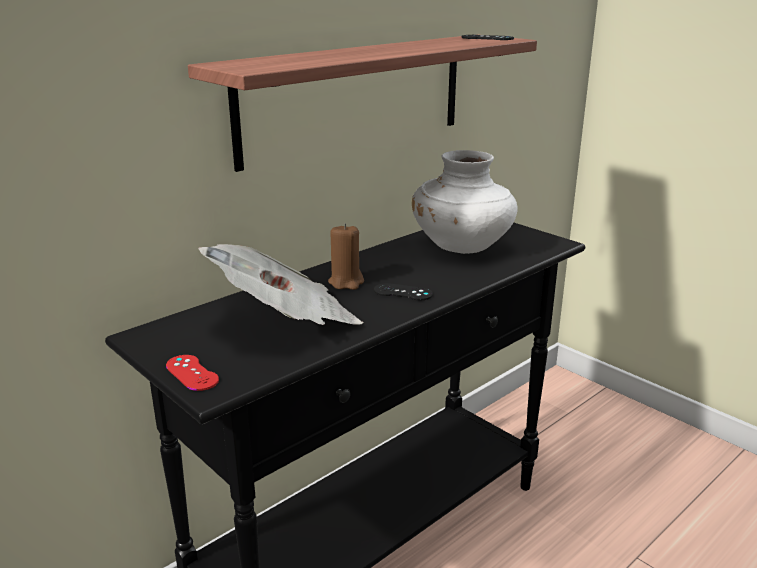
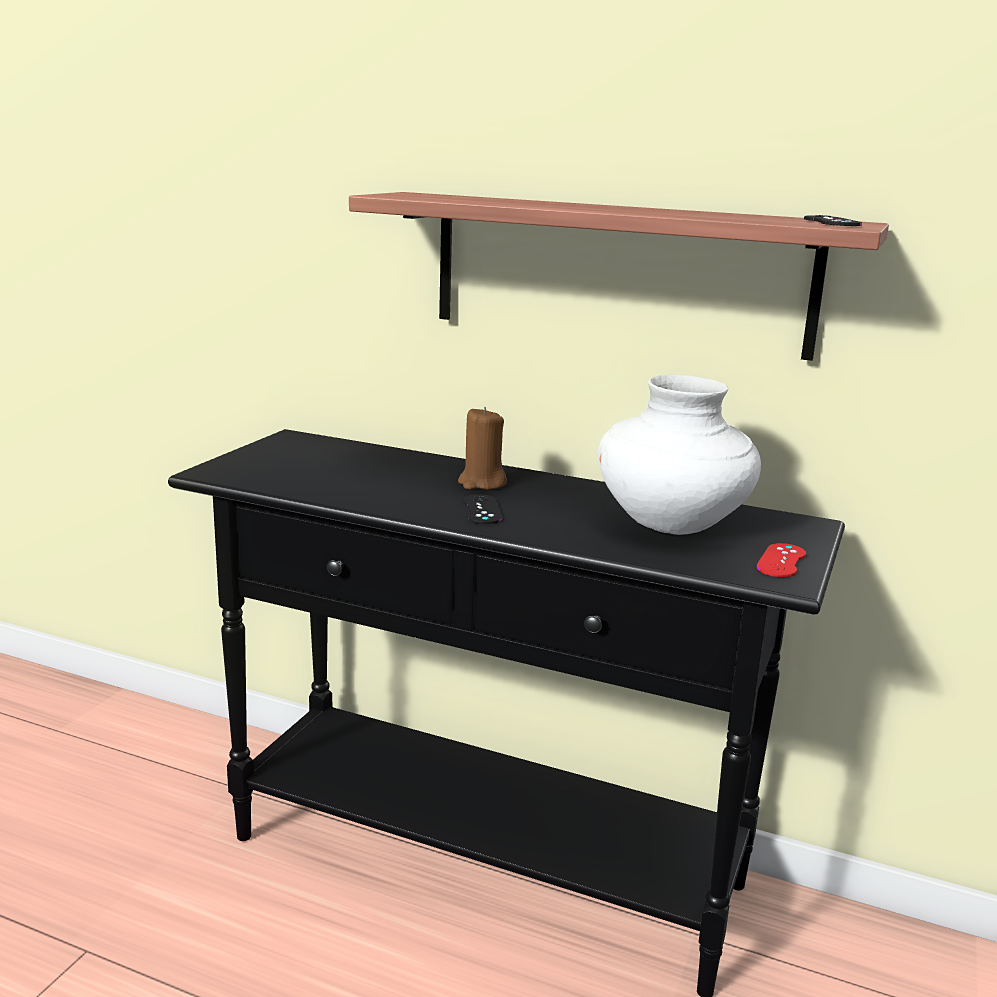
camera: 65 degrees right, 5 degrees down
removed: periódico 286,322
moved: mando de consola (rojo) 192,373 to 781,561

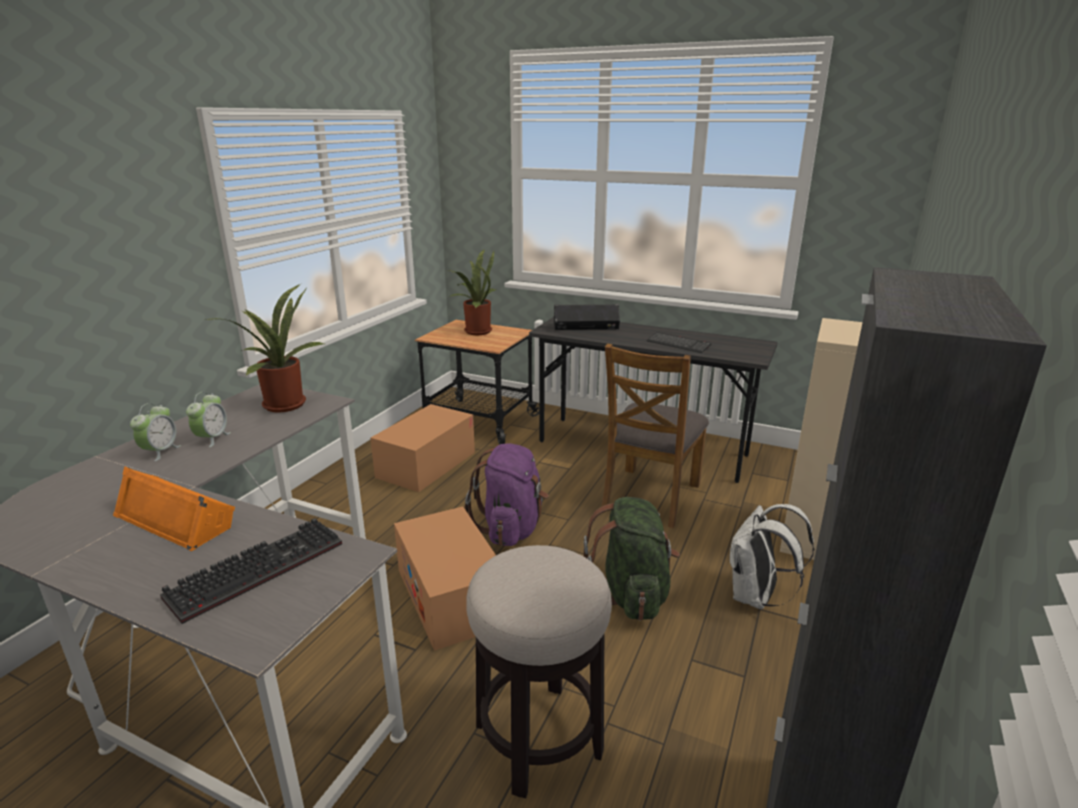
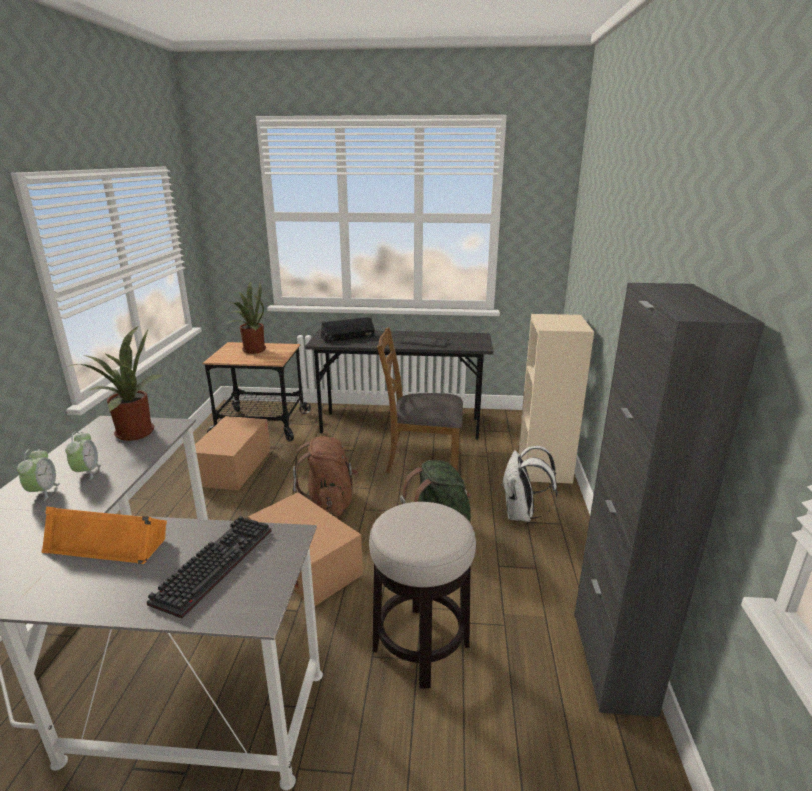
camera: 20 degrees left, 0 degrees up
recoloured: mochila (morado) 511,528 to mochila (marrón) 329,503
turned: silla (marrón) 650,496 = 422,460 90 degrees clockwise

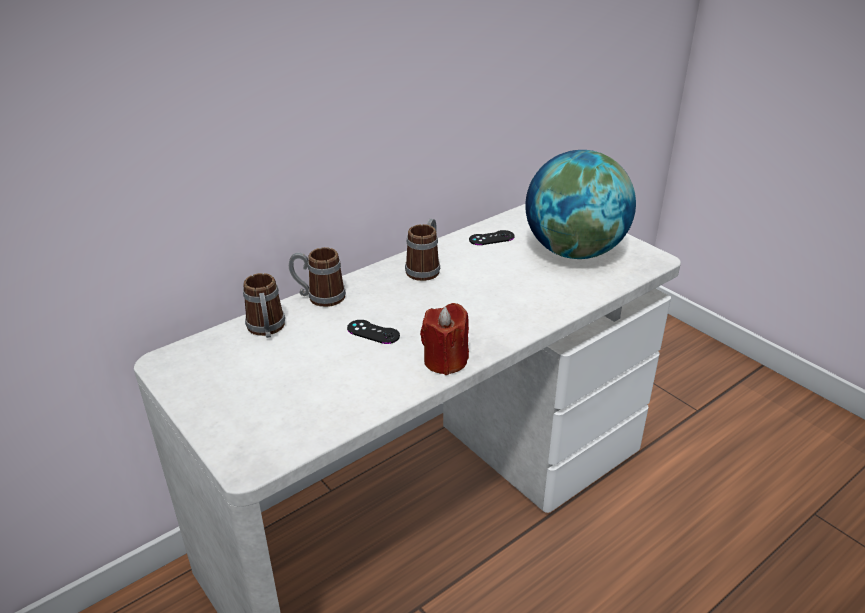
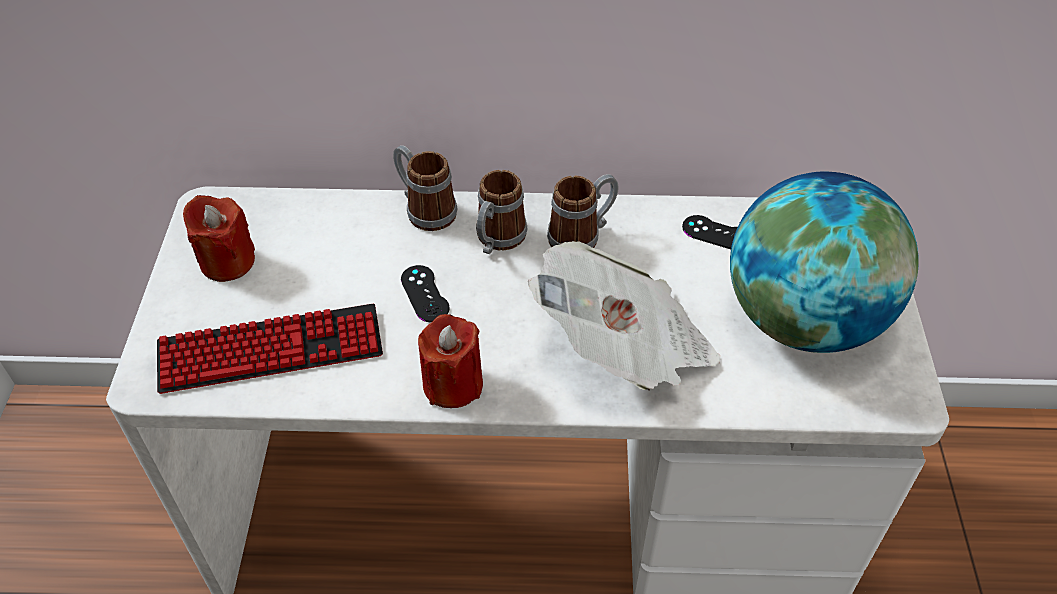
camera: 40 degrees right, 15 degrees up
added: teclado 271,350; vela (rojo) 227,261; periódico 624,348
moved: taza grande 267,329 to 497,240

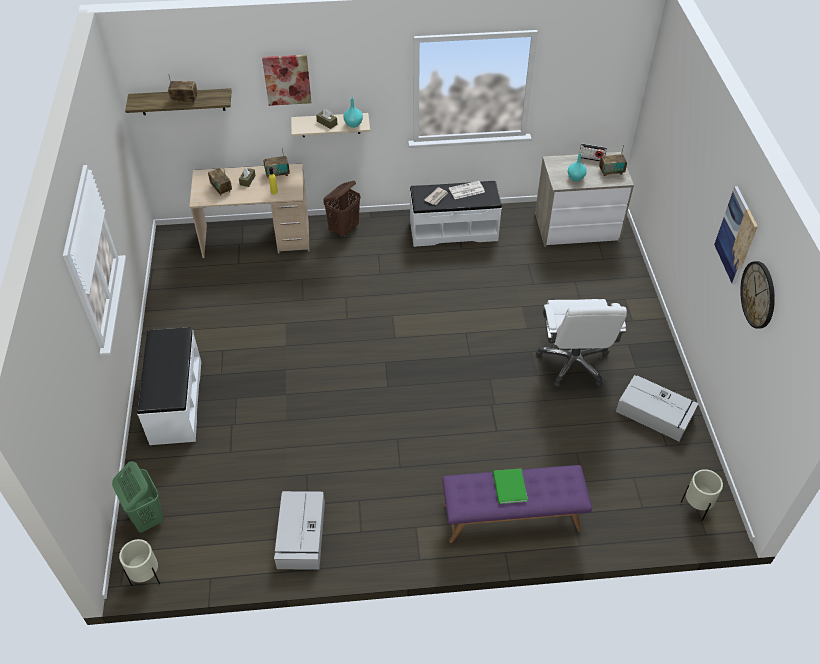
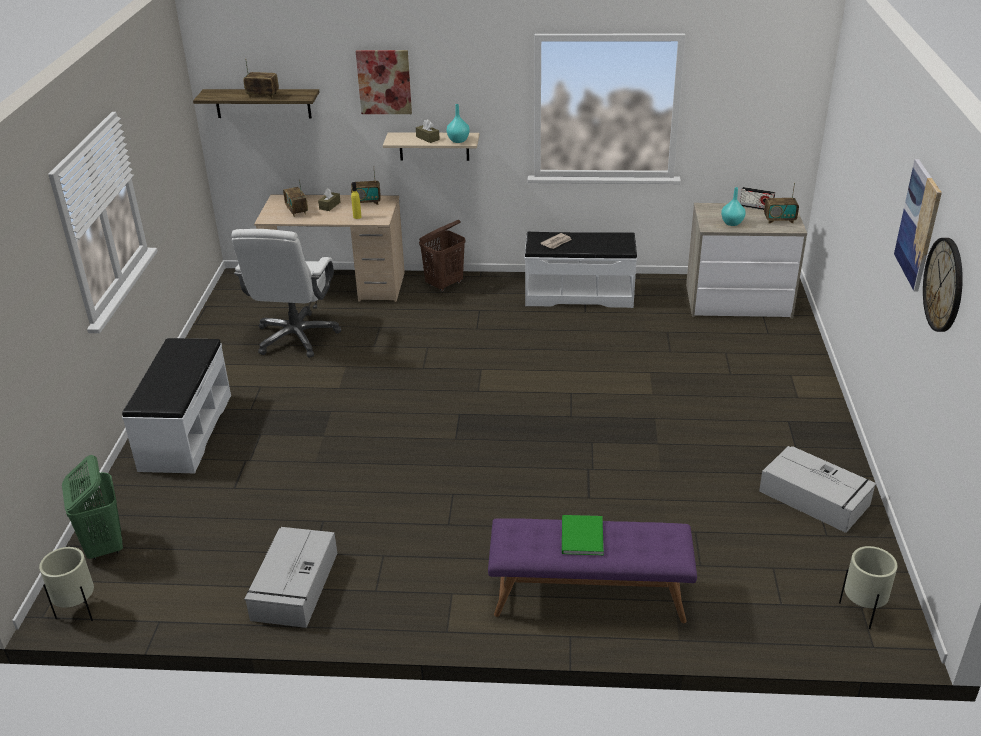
camera: 10 degrees right, 15 degrees down
removed: periódico 466,190
moved: silla de oficina (blanco) 573,362 to 296,337

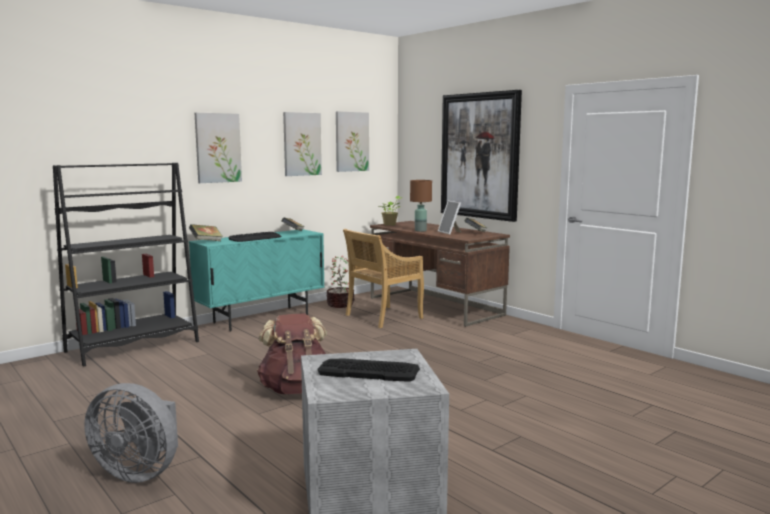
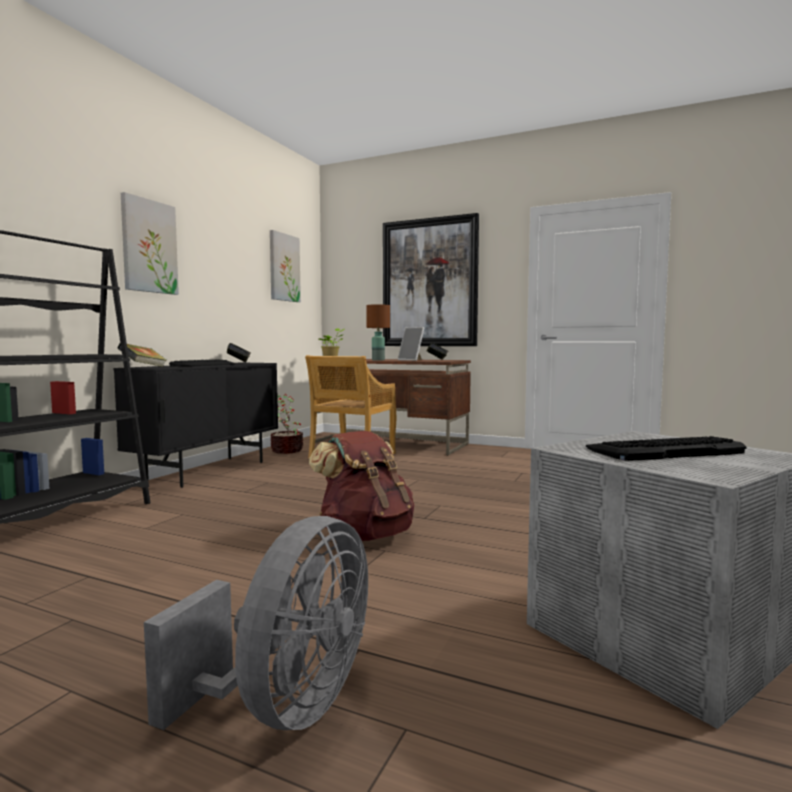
camera: 25 degrees left, 5 degrees down
removed: cuadro 302,144
recoloured: armario (turquesa) 262,319 to armario (negro) 208,471
turned: ventilador (gris) 140,472 = 287,706 60 degrees counterclockwise

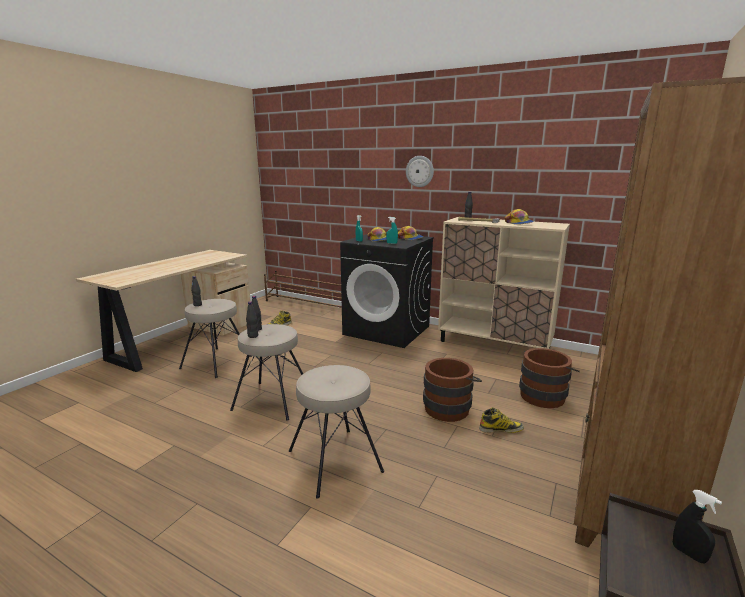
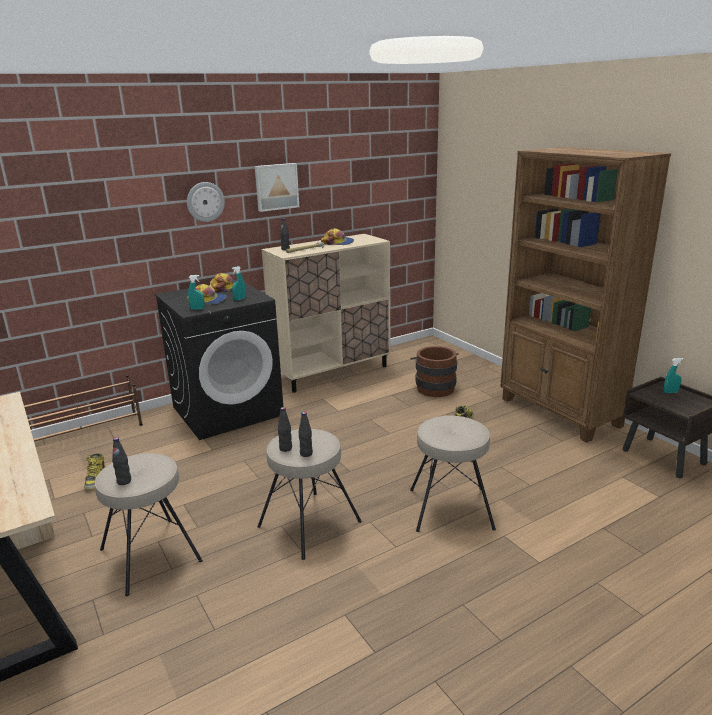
camera: 60 degrees left, 5 degrees up
removed: cubo (marrón) 449,407
added: cuadro 276,186
recoloured: pulverizador (negro) 688,554 to pulverizador (turquesa) 670,392

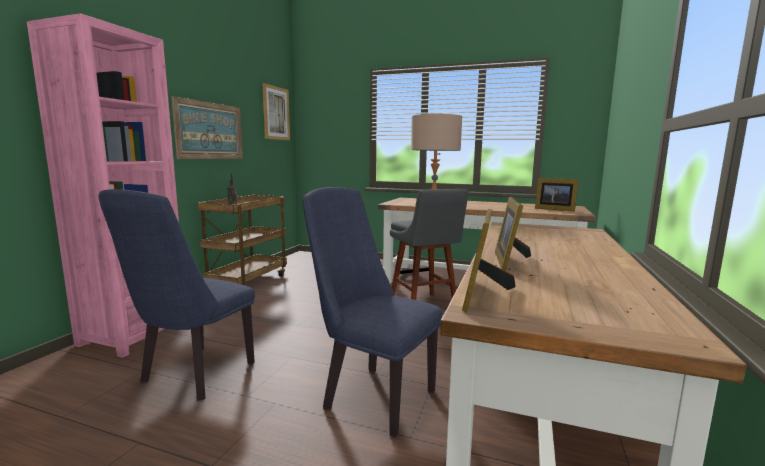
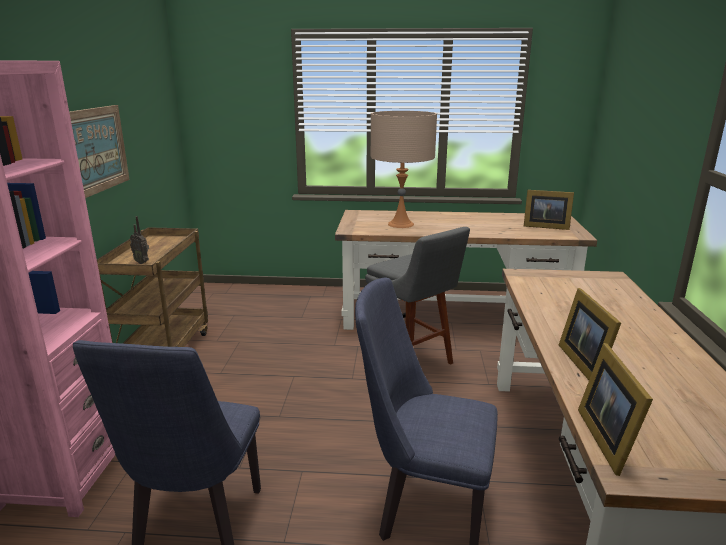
camera: 15 degrees left, 10 degrees up
removed: cuadro 276,113

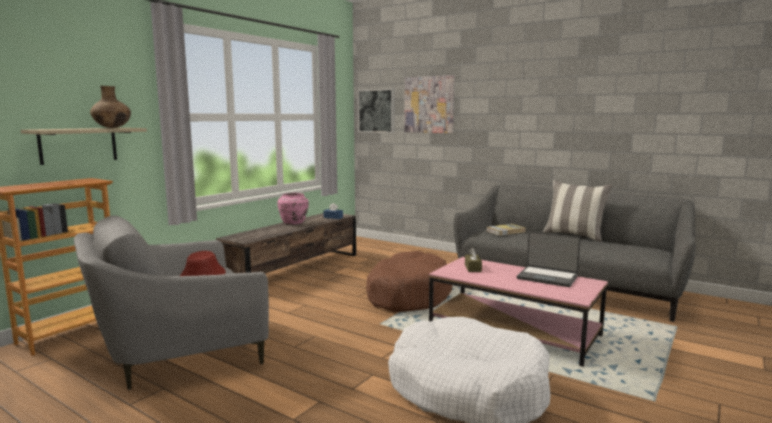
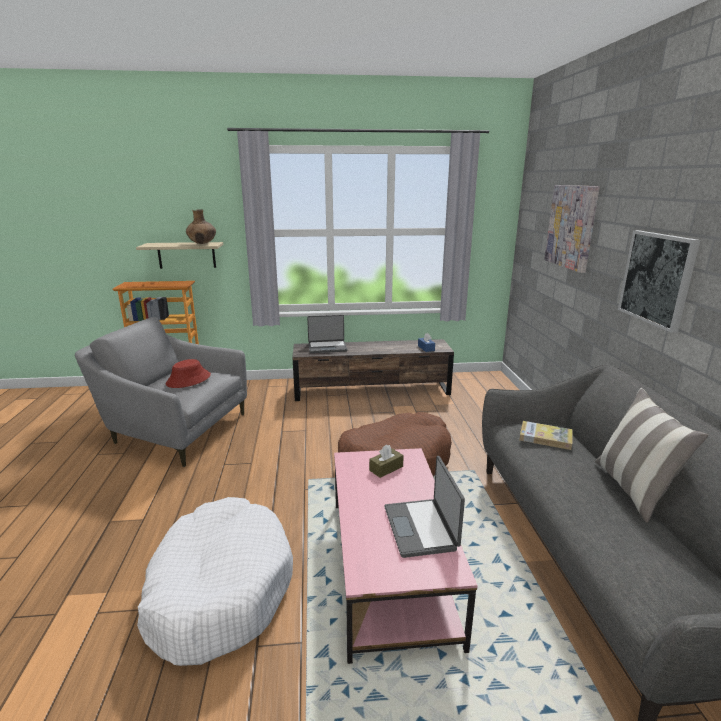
camera: 50 degrees right, 10 degrees up
removed: florero (rosa) 294,223
added: portátil 327,347
moved: cuadro 376,111 to 657,278

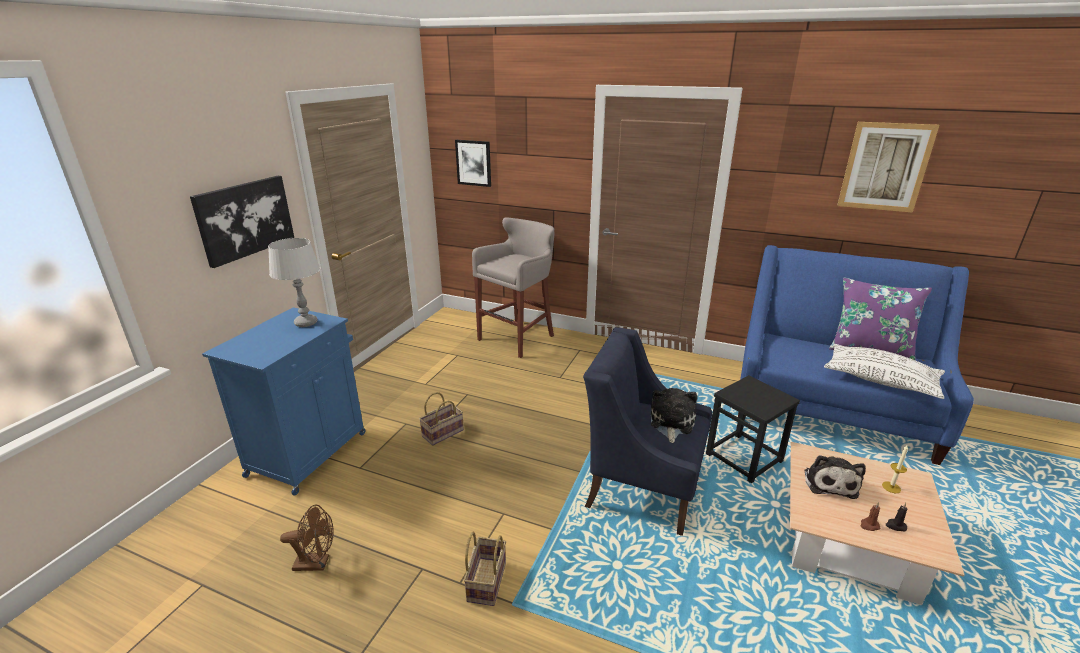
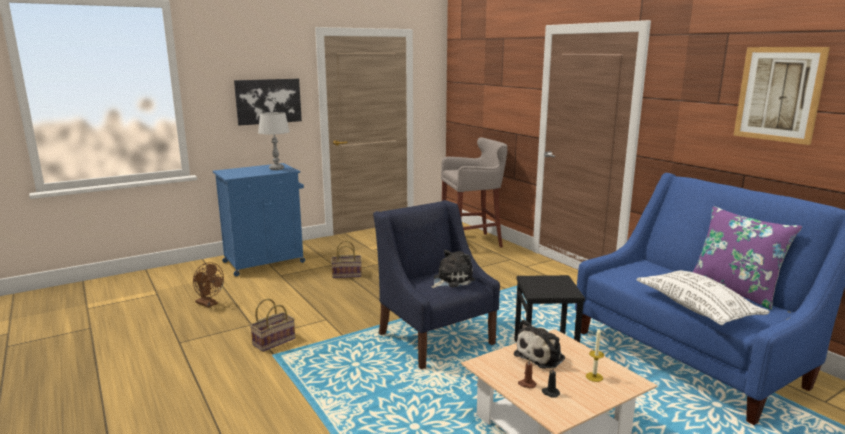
camera: 35 degrees right, 10 degrees down
removed: cuadro 474,163

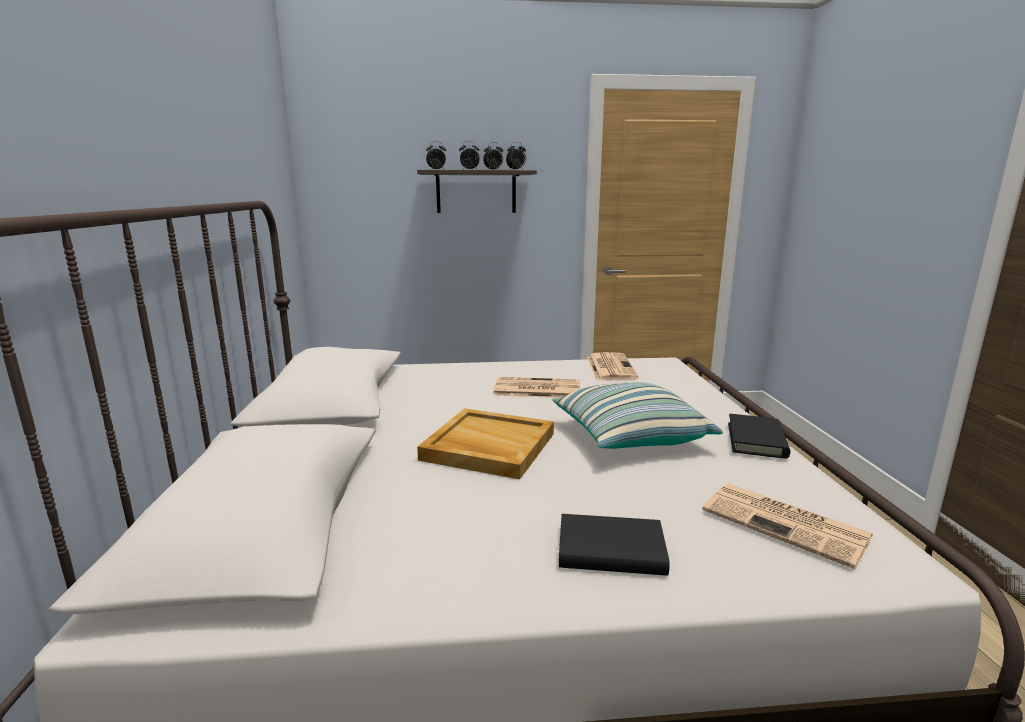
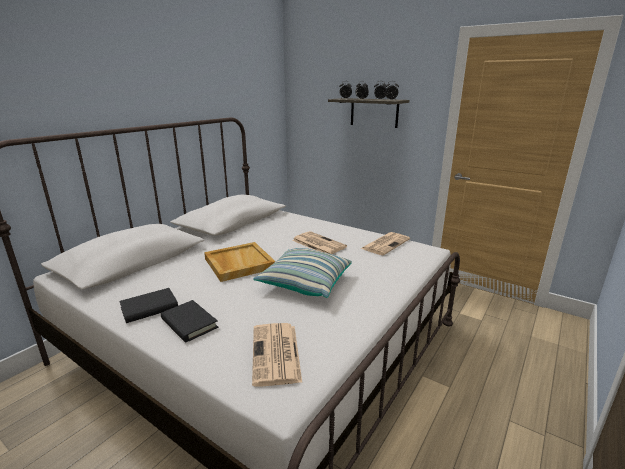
camera: 40 degrees right, 5 degrees up
moved: libro (negro) 756,440 to 149,308

